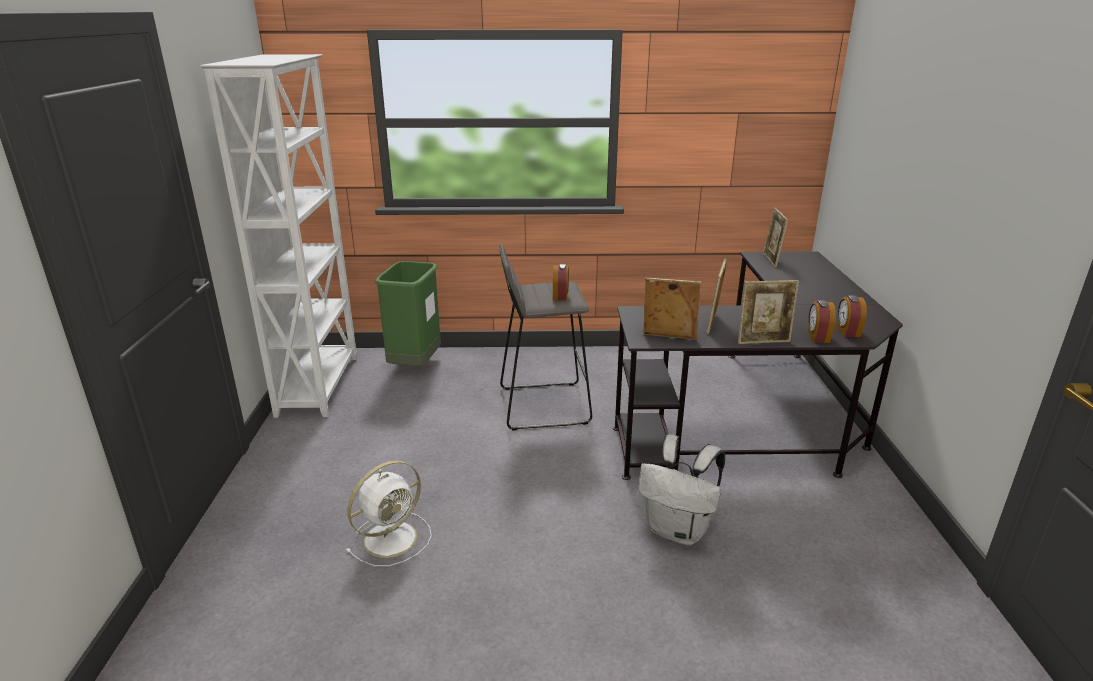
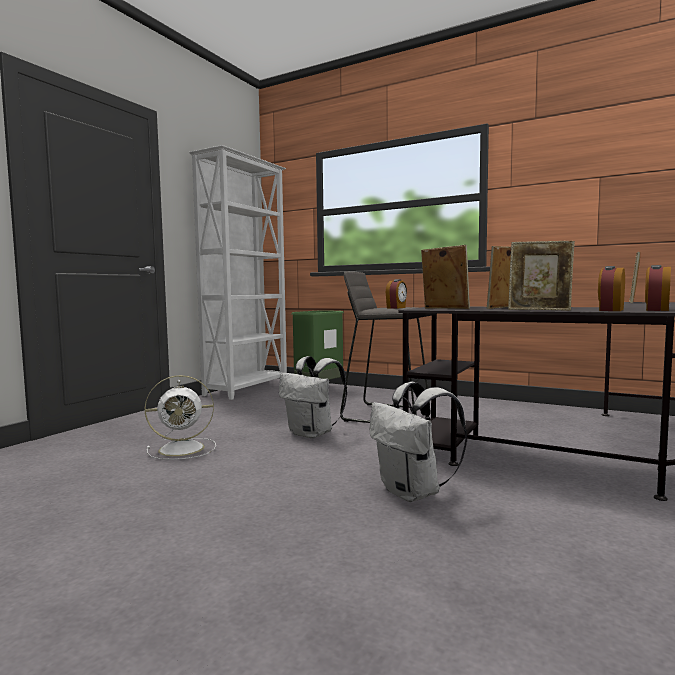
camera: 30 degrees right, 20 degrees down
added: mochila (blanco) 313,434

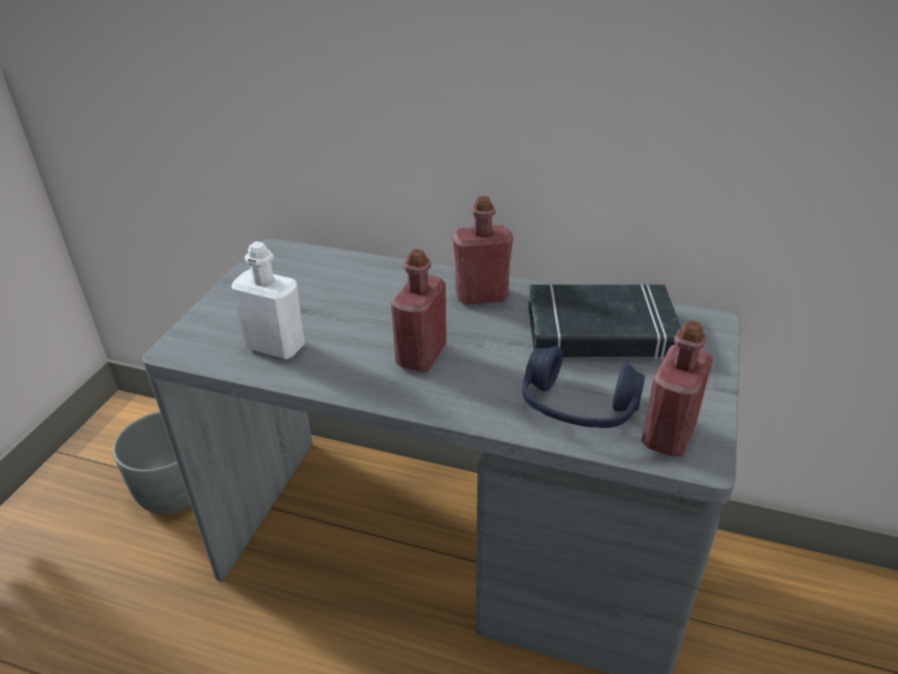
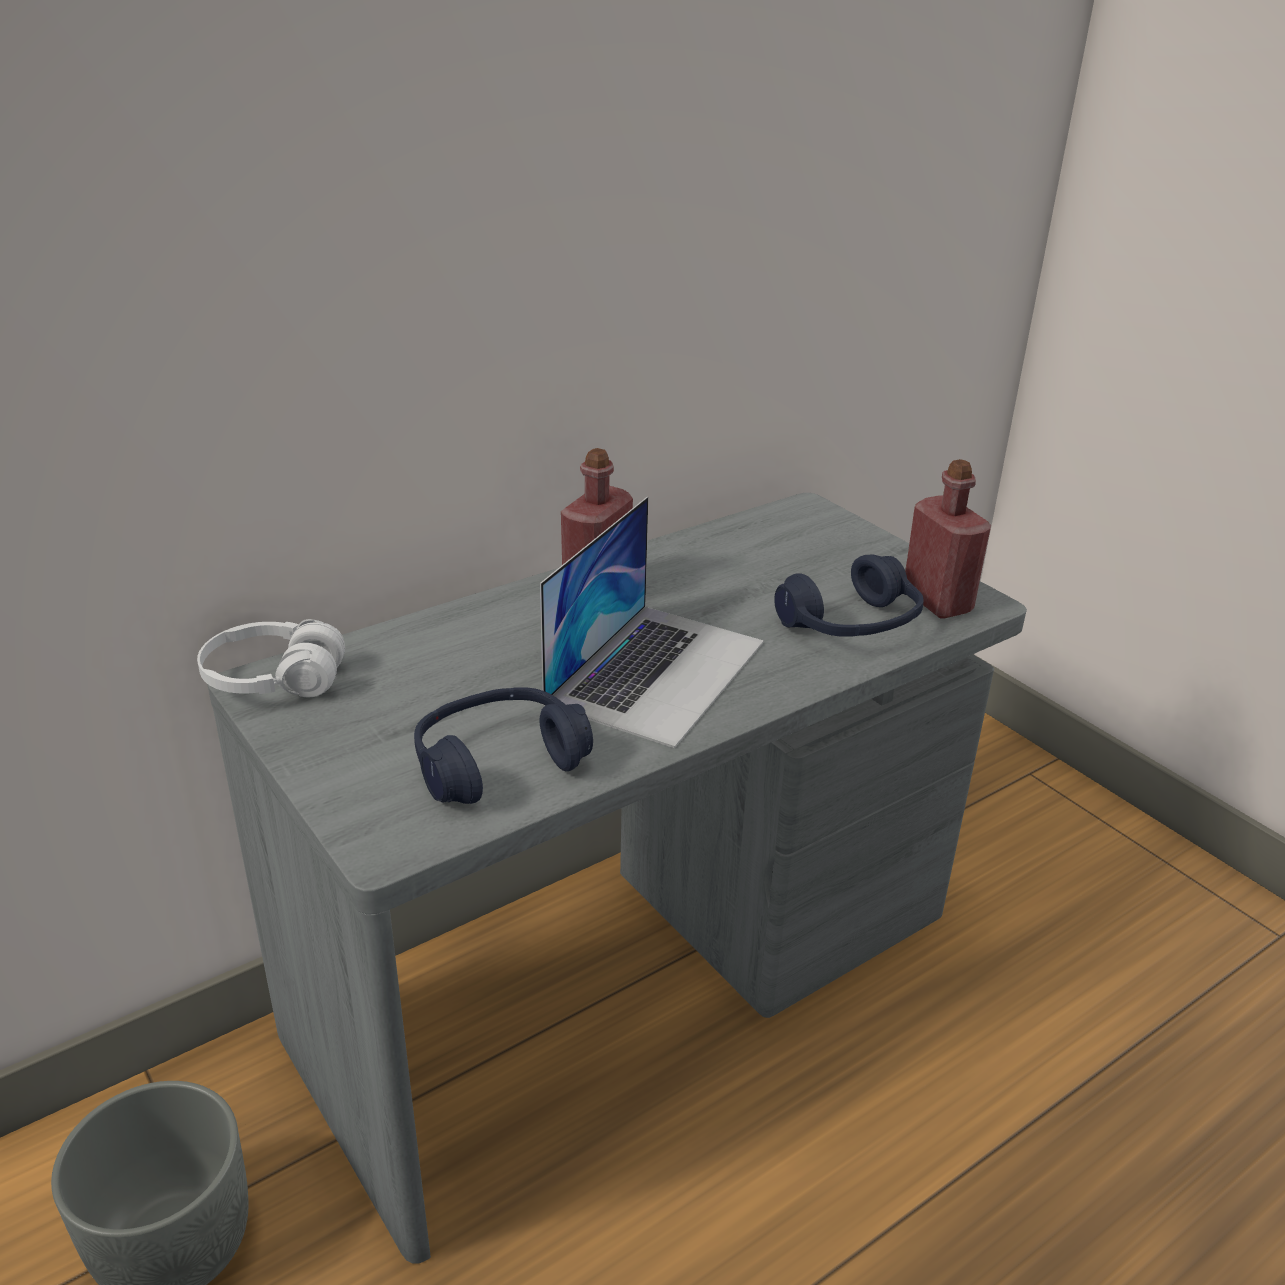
camera: 55 degrees left, 5 degrees down
removed: libro (negro) 600,332
added: auriculares (blanco) 274,680
replaced: botella (blanco) 276,346 to auriculares (azul) 498,762; botella (rojo) 421,355 to portátil 657,671

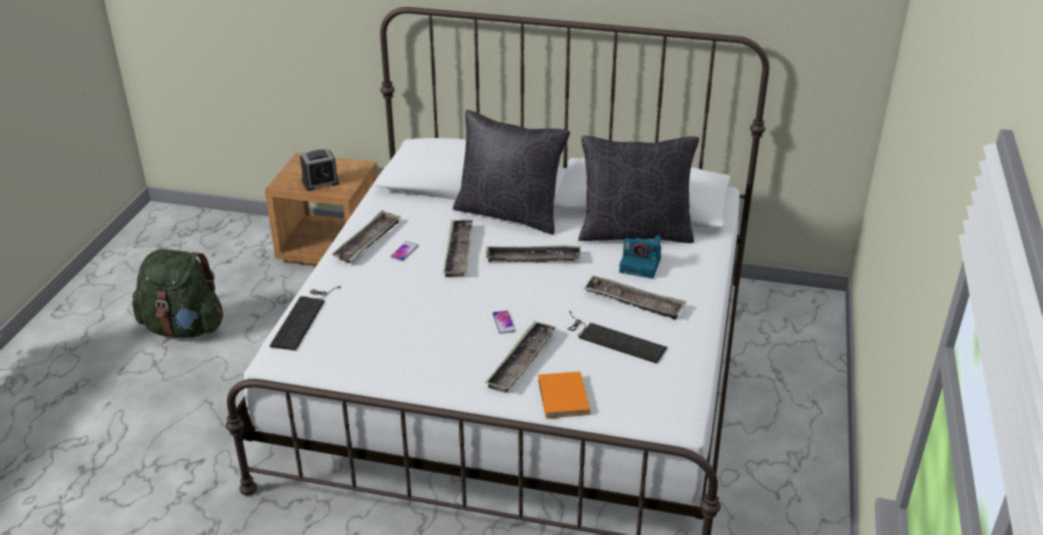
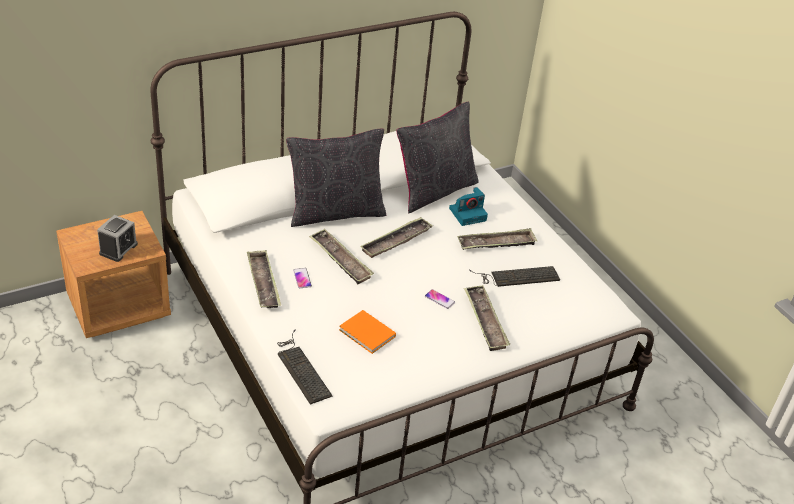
camera: 45 degrees left, 5 degrees up
removed: mochila (verde) 184,328
moved: libro (naranja) 562,398 to 367,334

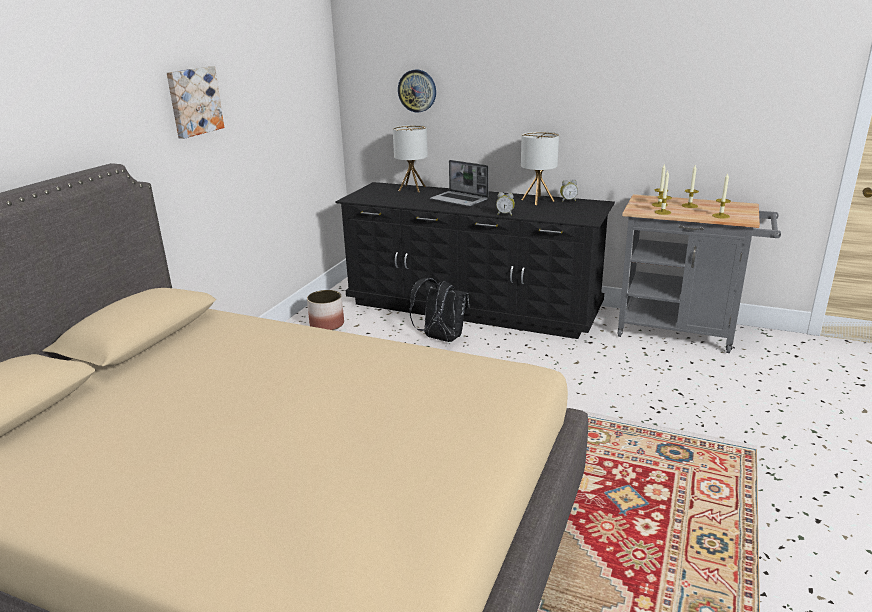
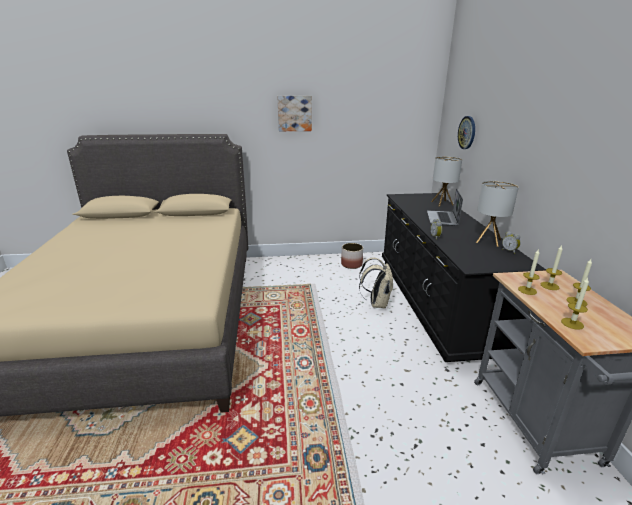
camera: 60 degrees right, 0 degrees up
recoloured: mochila (negro) 440,338 to mochila (beis) 376,303

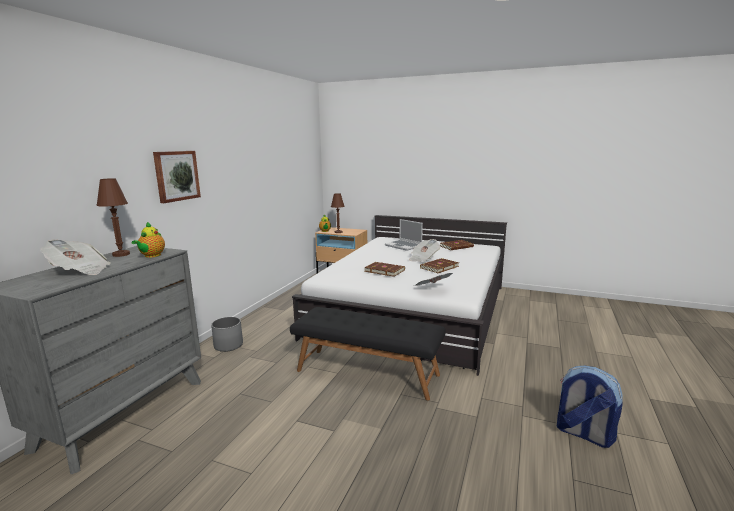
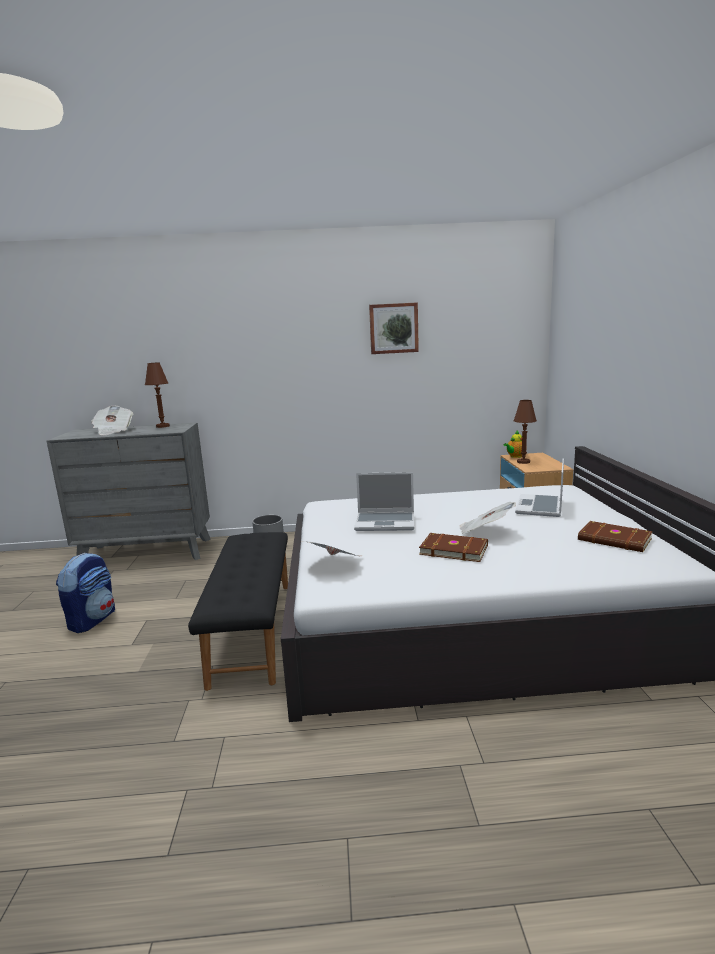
camera: 65 degrees right, 0 degrees up
removed: tetera 151,256
moved: cuadro 176,175 to 393,328; mochila 583,434 to 92,620
replaced: libro (marrón) 384,270 to portátil 386,522

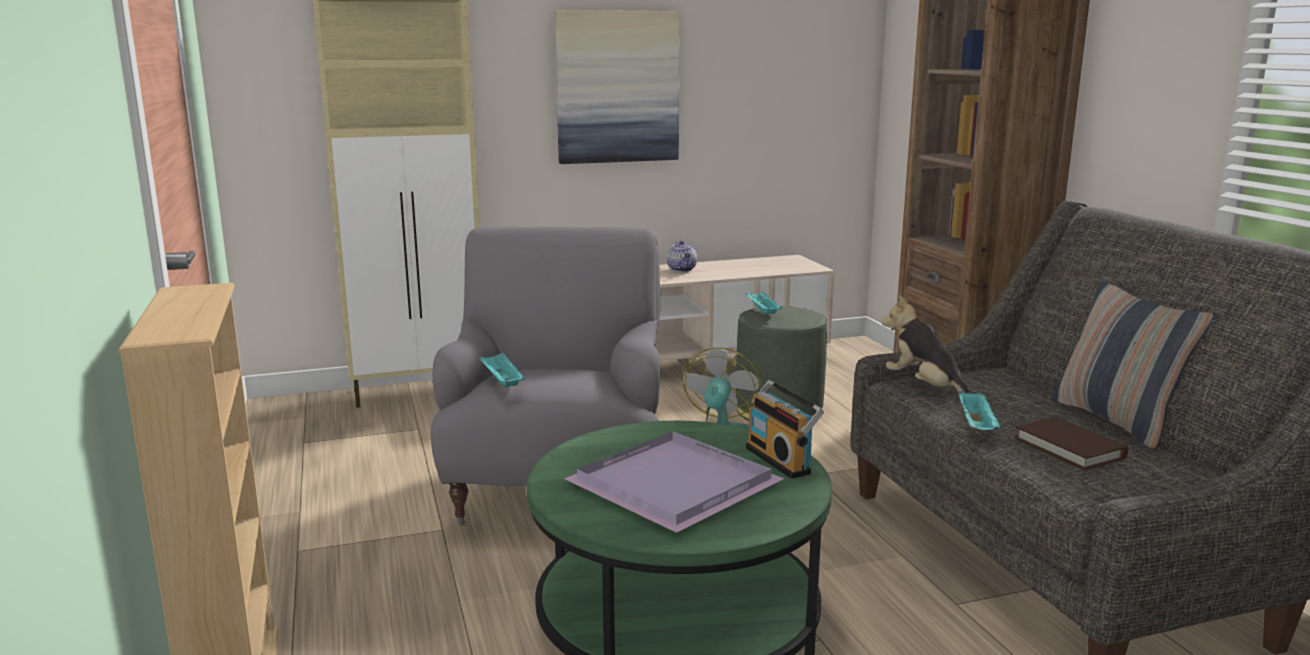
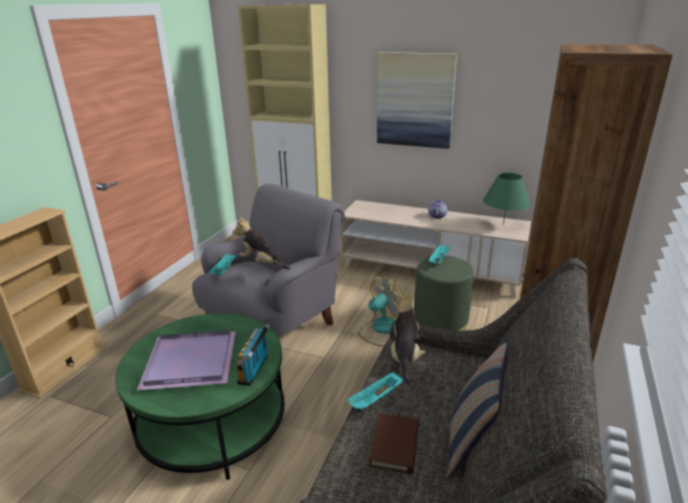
camera: 40 degrees right, 10 degrees up
added: peluche 262,263; lámpara de mesa (verde) 503,224

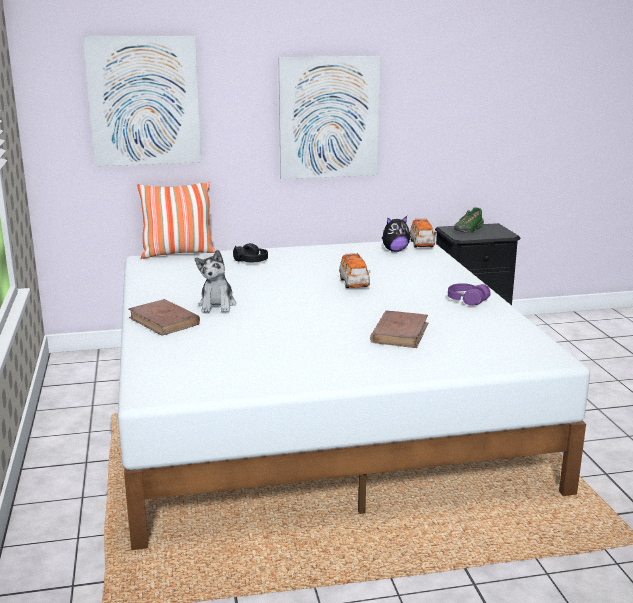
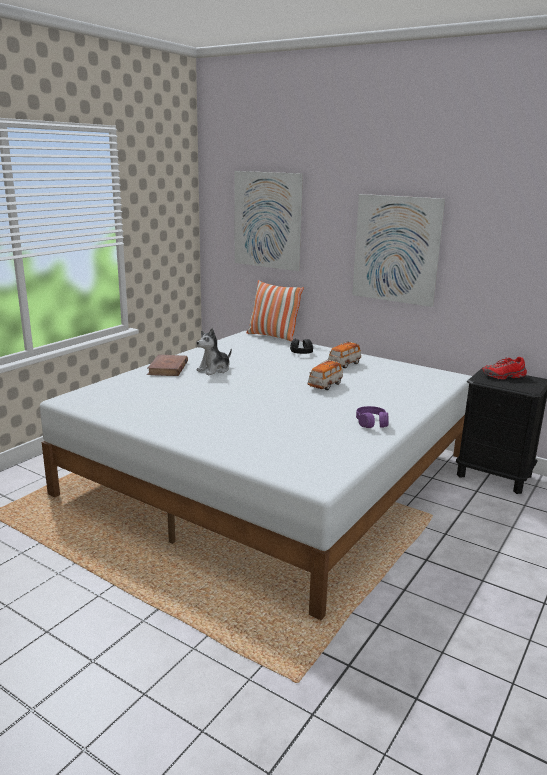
camera: 45 degrees right, 0 degrees up
removed: libro (marrón) 400,333; peluche 395,250
moved: coche de juguete 421,244 to 344,364
recoloured: zapato (verde) 468,230 to zapato (rojo) 503,376

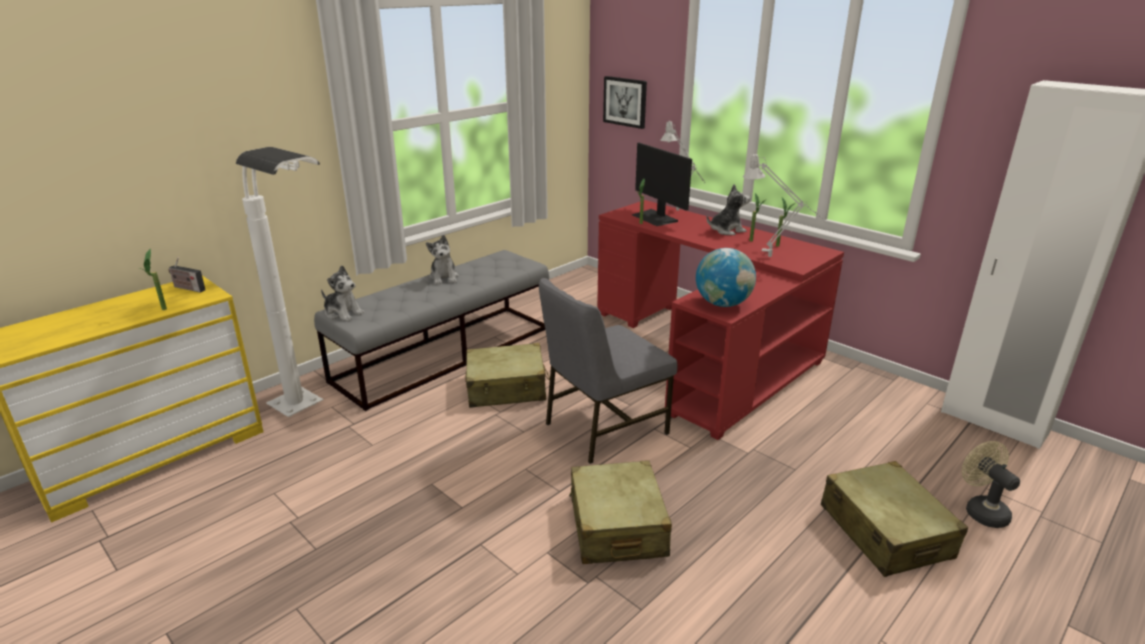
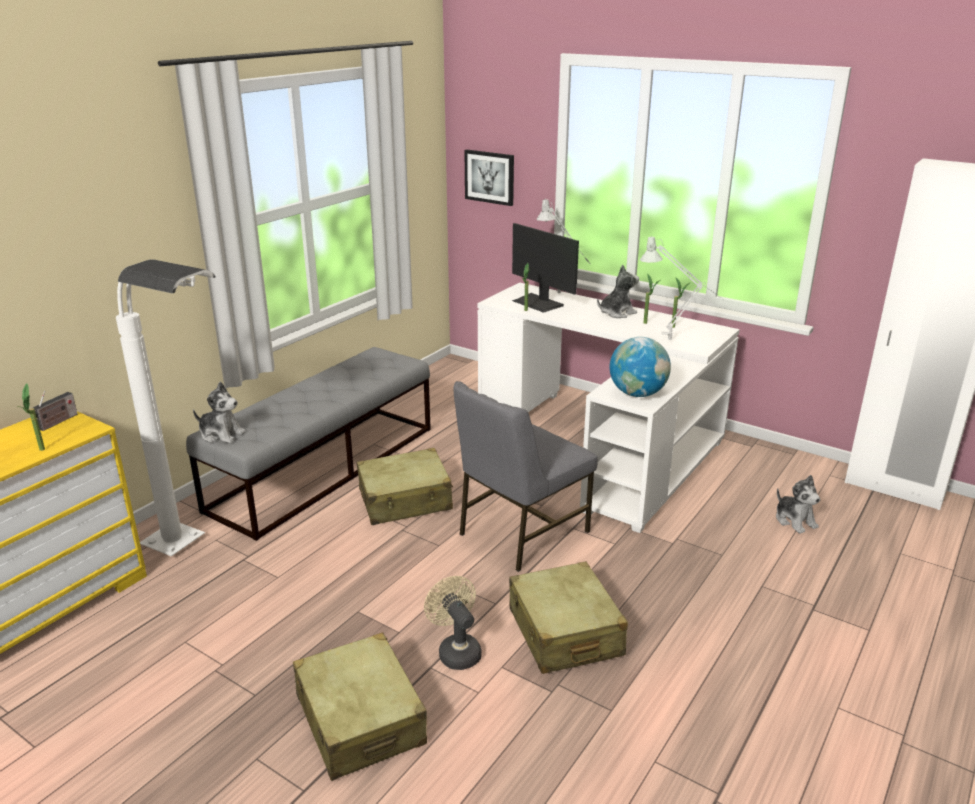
camera: 10 degrees left, 0 degrees up
moved: peluche 444,277 to 794,520; maleta (beis) 885,532 to 360,720; ventilador (beis) 981,510 to 456,650
recoloured: escritorio (rojo) 708,353 to escritorio (blanco) 606,442
turned: radio 188,288 = 56,423 75 degrees counterclockwise

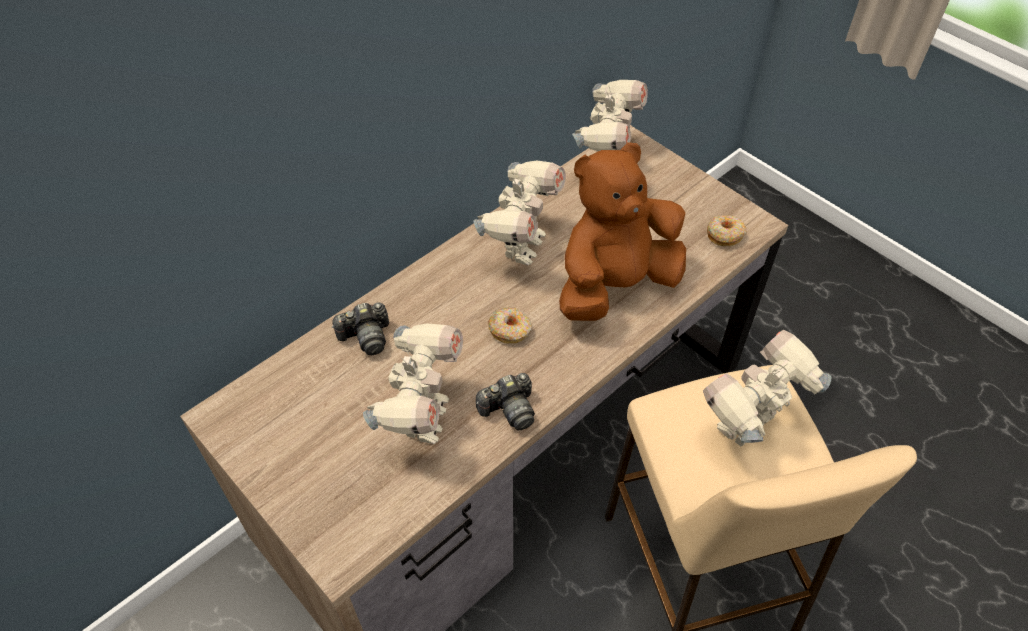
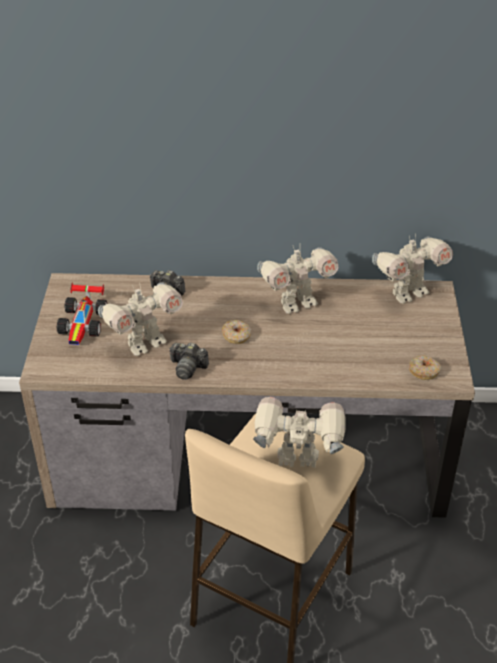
camera: 45 degrees right, 10 degrees down
removed: peluche (marrón) 615,285
added: coche de juguete 84,323

